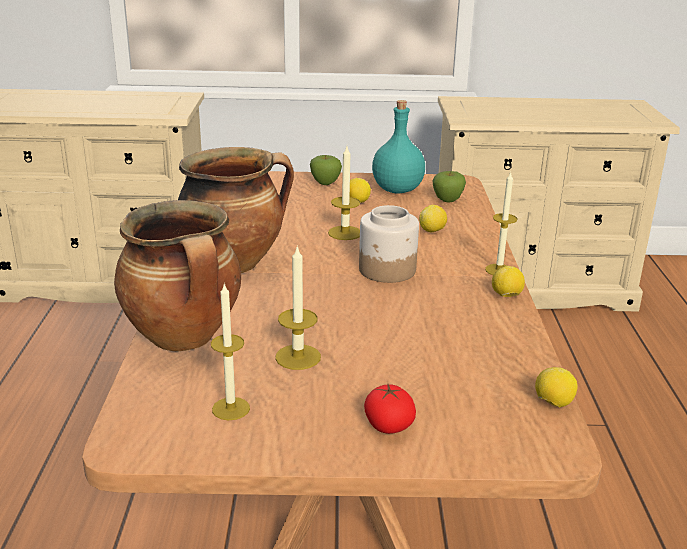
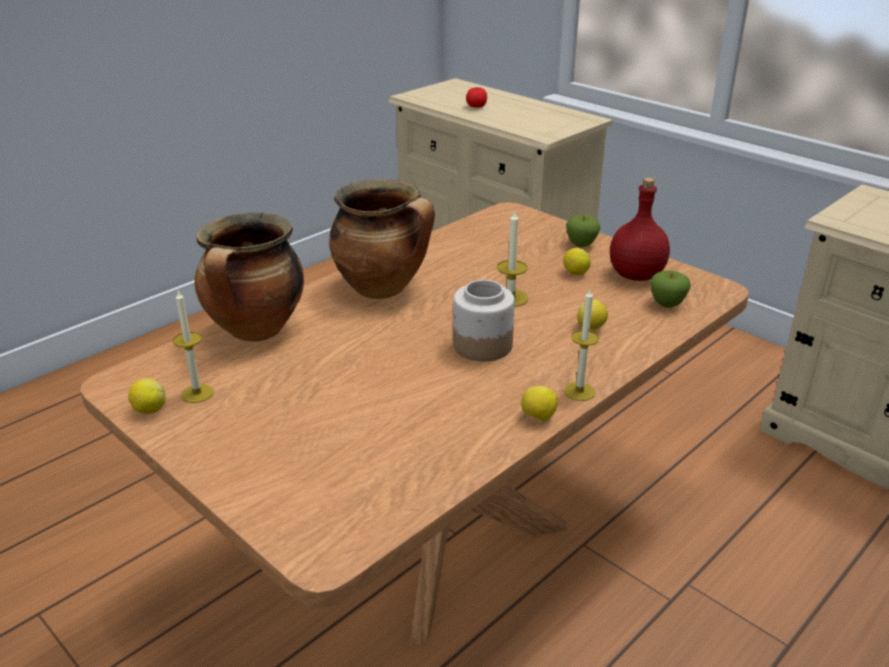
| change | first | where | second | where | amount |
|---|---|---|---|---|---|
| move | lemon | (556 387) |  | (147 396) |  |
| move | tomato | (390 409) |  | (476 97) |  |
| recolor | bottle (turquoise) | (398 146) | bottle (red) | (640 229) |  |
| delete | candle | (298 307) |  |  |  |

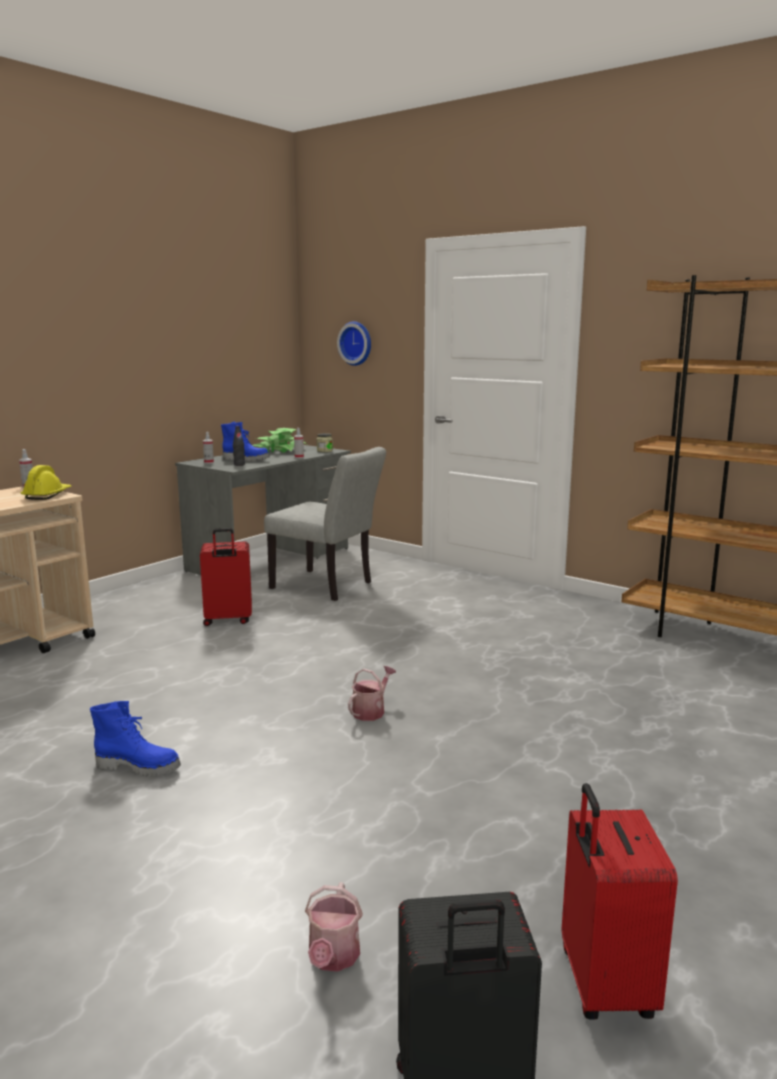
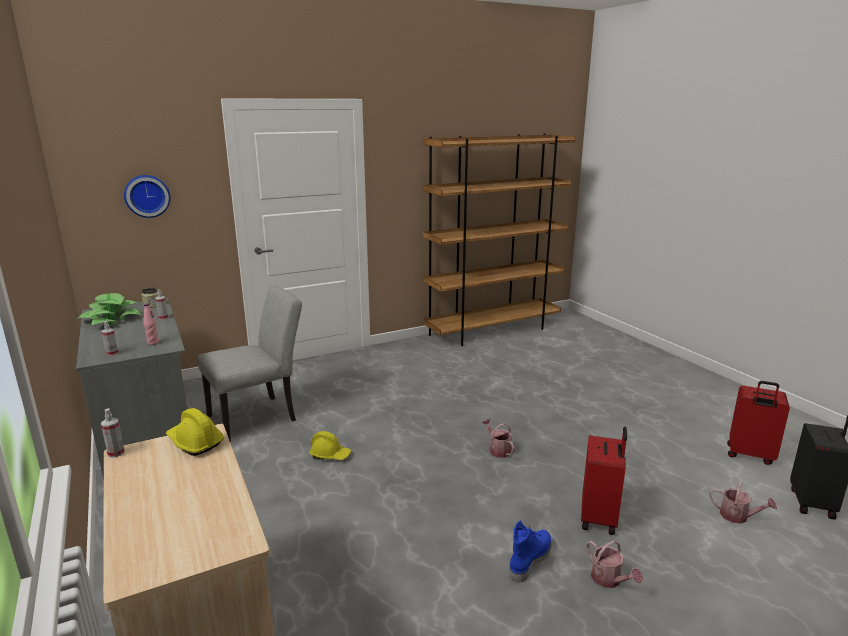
| change | first | where | second | where | amount |
|---|---|---|---|---|---|
| recolor | bottle (black) | (239 446) | bottle (pink) | (151 324) |  |
| insert |  |  | hard hat (yellow) | (330 445) |  |
| move | suitcase (red) | (226 577) |  | (604 481) |  |
| insert |  |  | watering can | (614 564) |  |
| delete | boot (blue) | (245 442) |  |  |  |

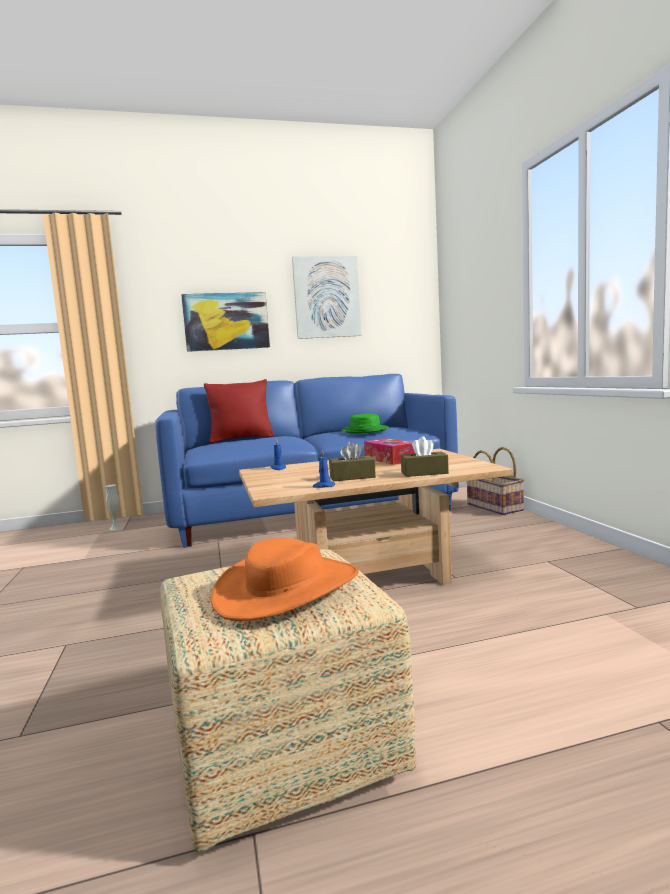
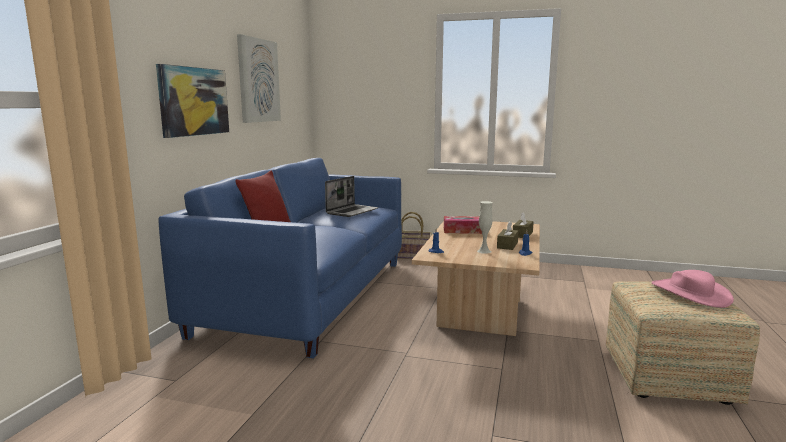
| change | first | where | second | where | amount |
|---|---|---|---|---|---|
| replace | hat (green) | (365 423) | laptop | (351 196) |  |
| move | vase (white) | (113 507) |  | (485 227) |  |
| recolor | hat (orange) | (285 579) | hat (pink) | (692 289) |  |

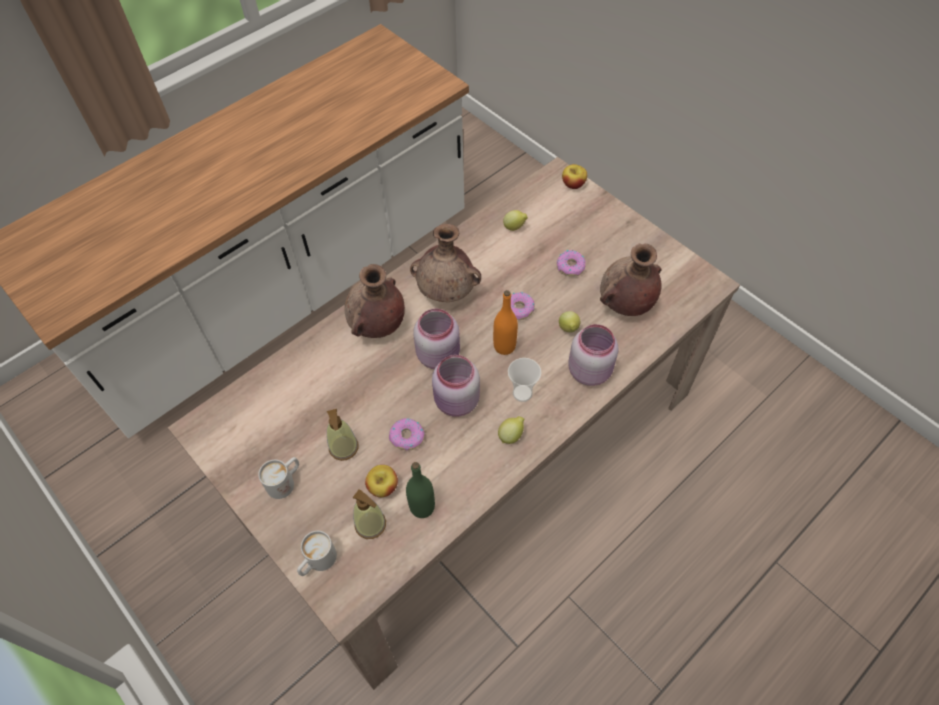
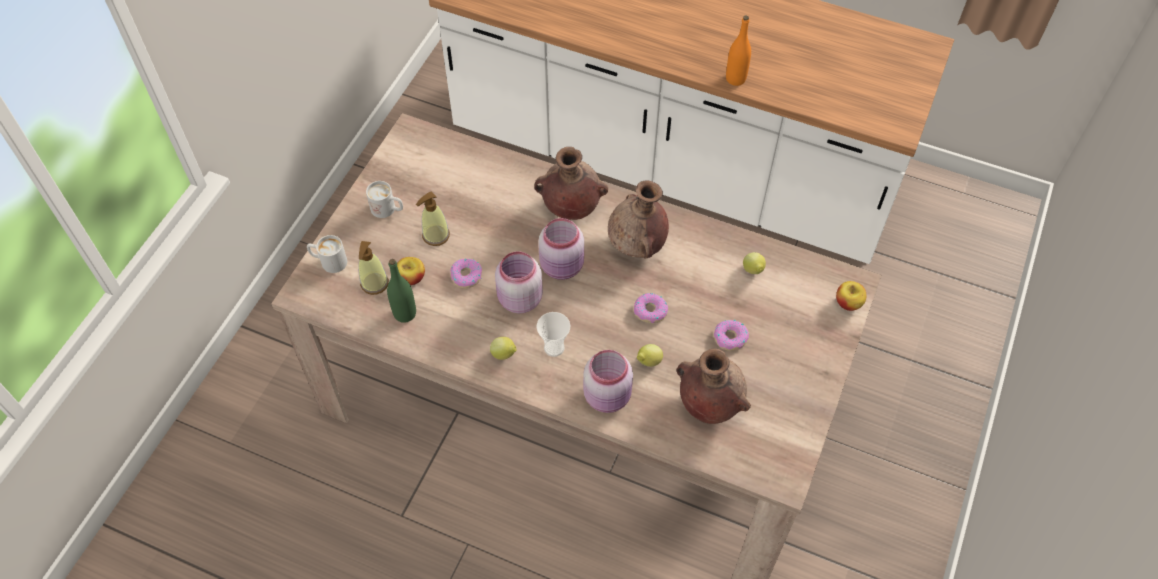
| change | first | where | second | where | amount |
|---|---|---|---|---|---|
| move | bottle (orange) | (505 322) |  | (738 50) |  |

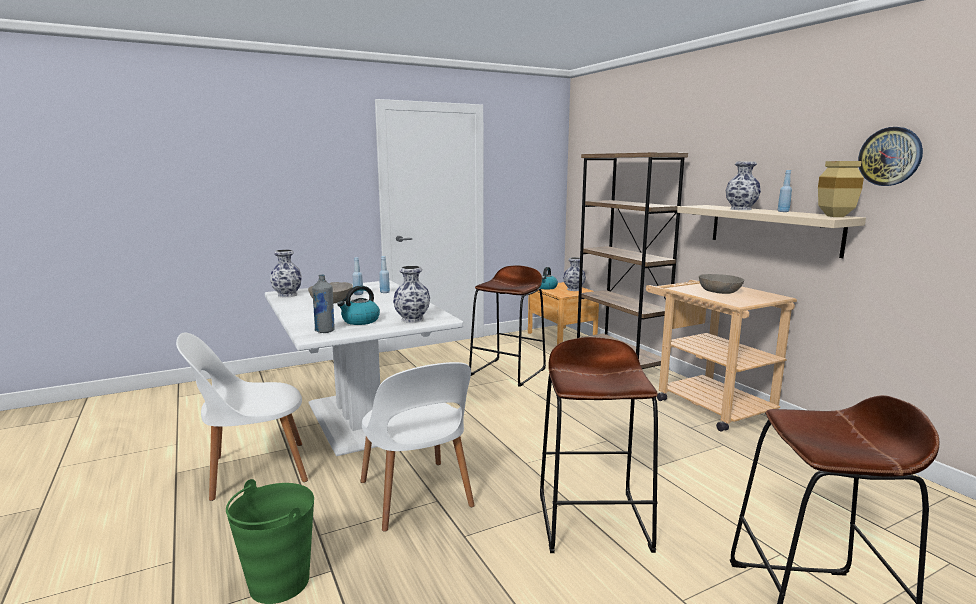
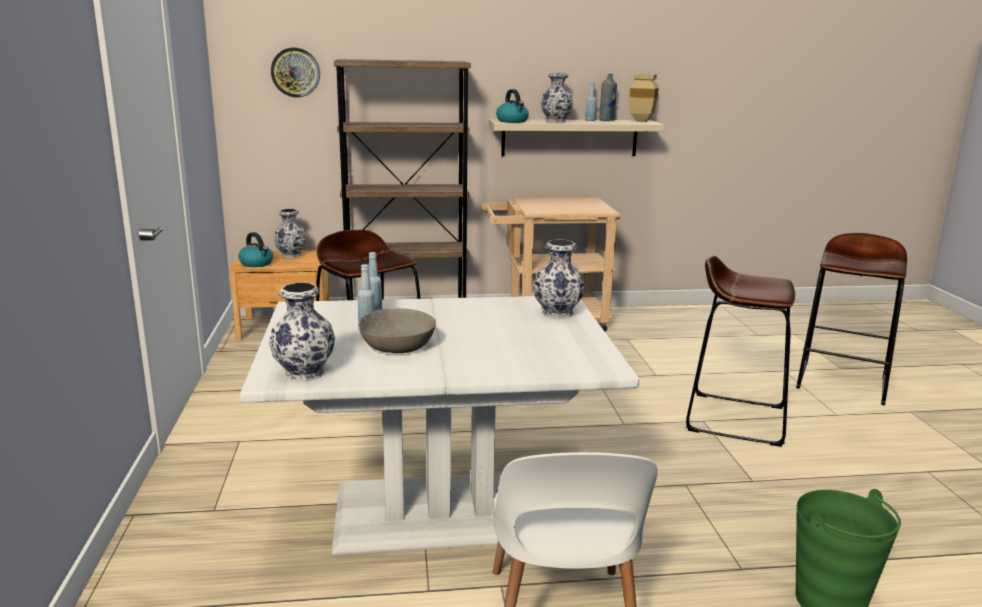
| change | first | where | second | where | amount |
|---|---|---|---|---|---|
| move | wall clock | (890 156) |  | (295 73) |  |
| move | kettle | (358 305) |  | (512 106) |  |
| move | bottle (grey) | (323 303) |  | (608 97) |  |
| delete | chair (white) | (418 447) |  |  |  |
| delete | bowl (grey) | (721 284) |  |  |  |

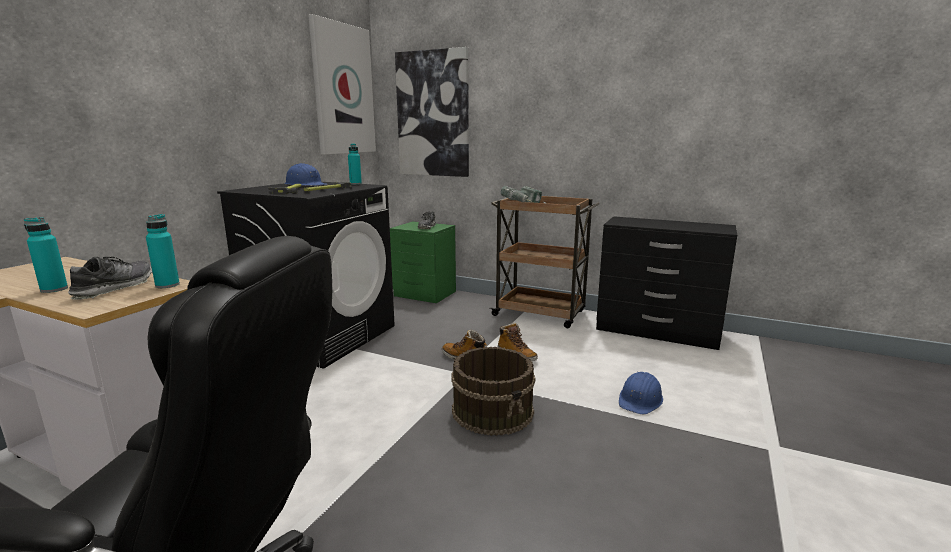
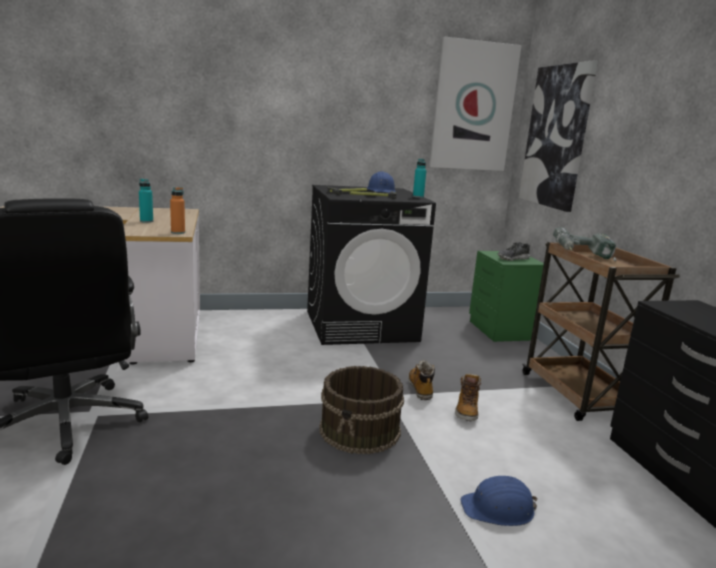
| change | first | where | second | where | amount |
|---|---|---|---|---|---|
| recolor | bottle (turquoise) | (163 251) | bottle (orange) | (177 210) |  |
| delete | shoe | (110 278) |  |  |  |

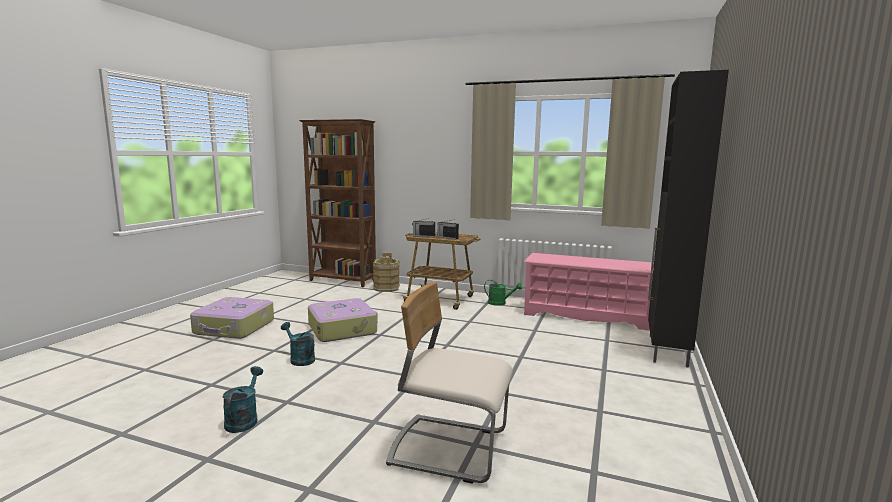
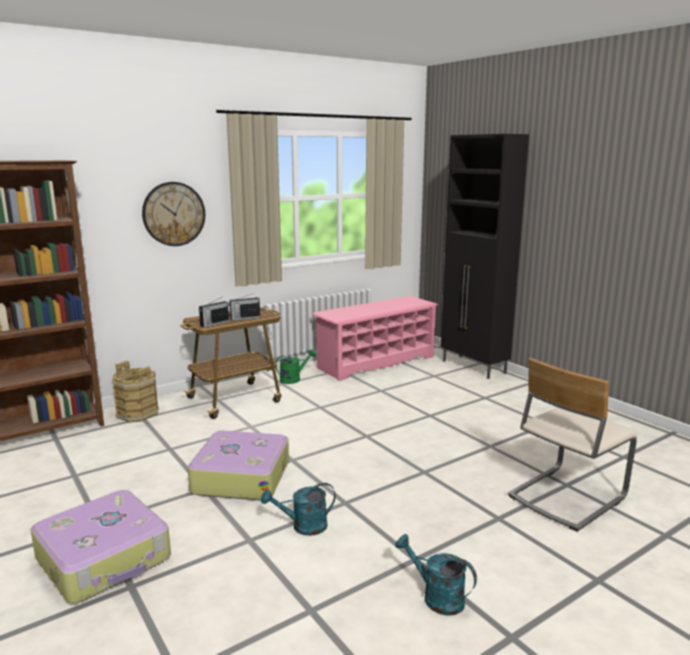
| change | first | where | second | where | amount |
|---|---|---|---|---|---|
| insert |  |  | wall clock | (173 214) |  |

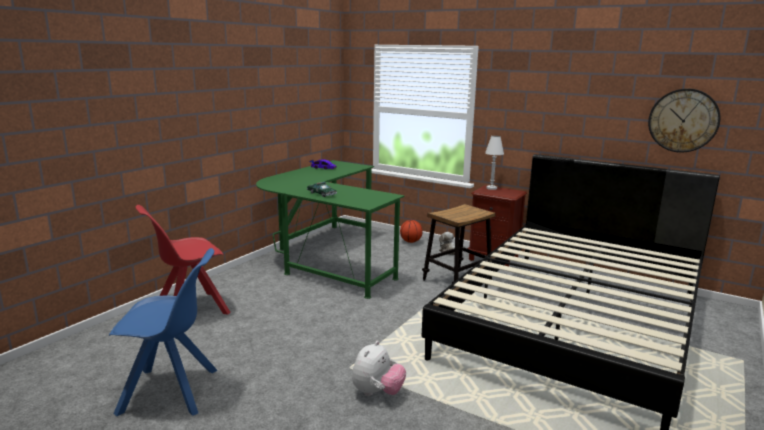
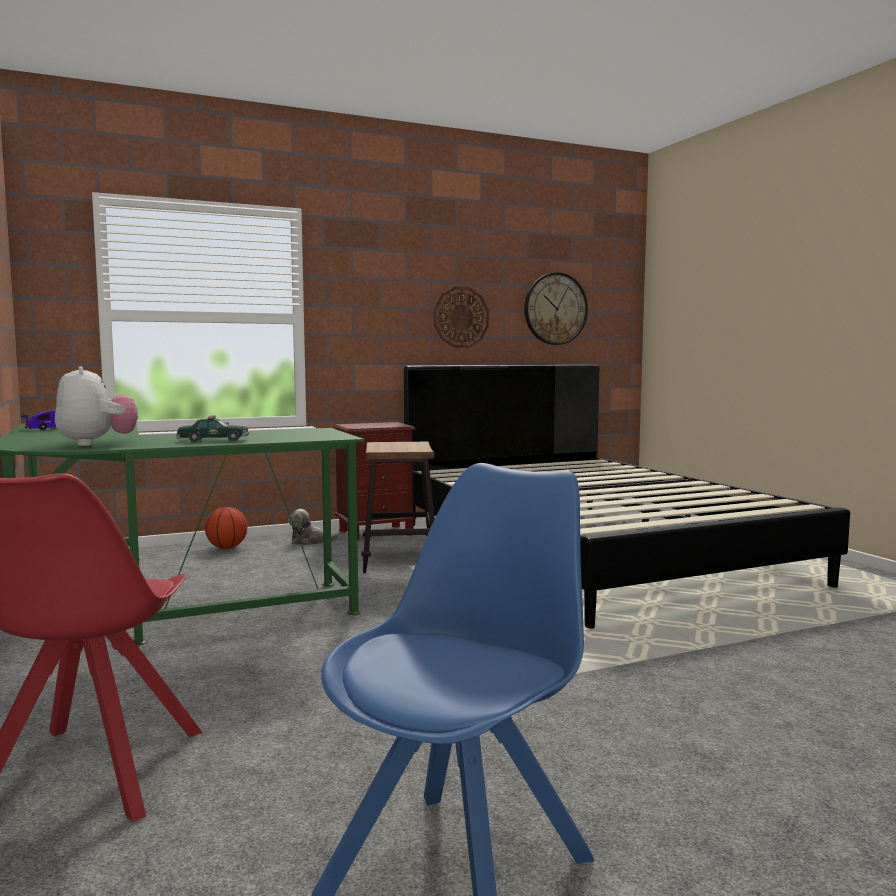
| change | first | where | second | where | amount |
|---|---|---|---|---|---|
| move | plush toy | (379 368) |  | (96 406) |  |
| insert |  |  | wall clock | (461 317) |  |
| delete | table lamp (white) | (494 163) |  |  |  |

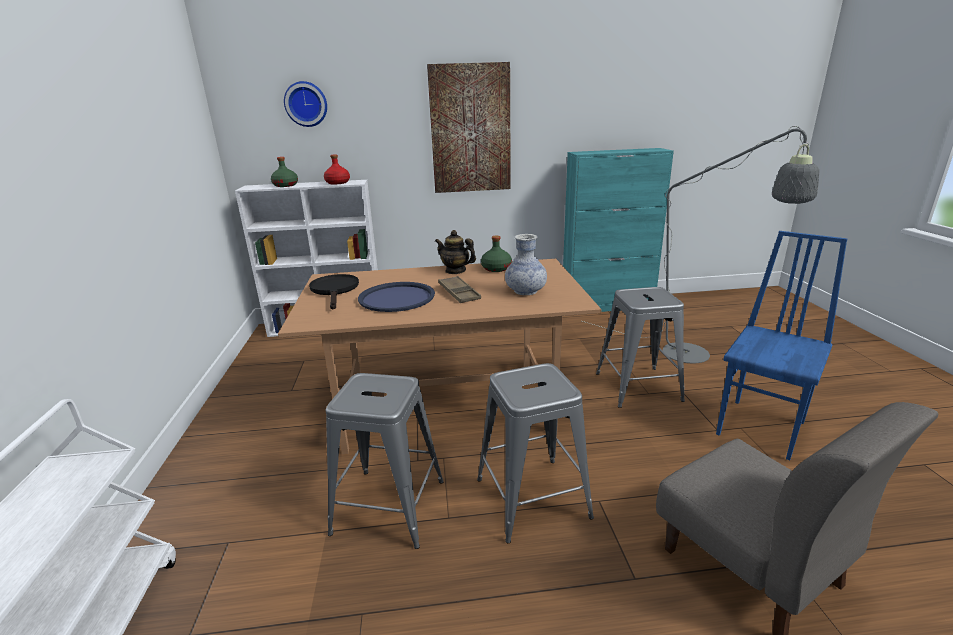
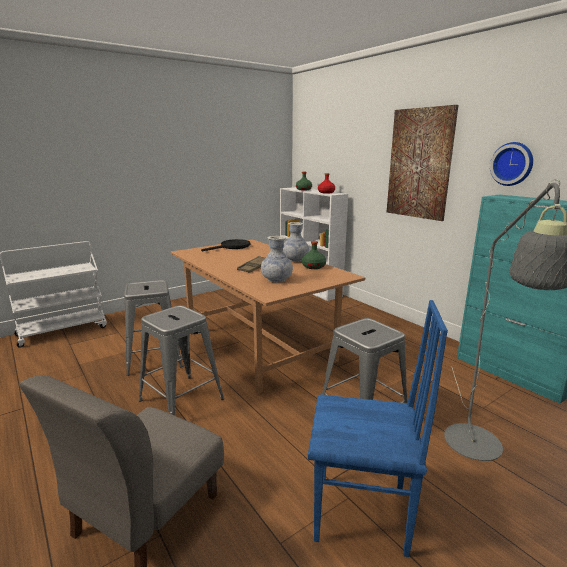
| change | first | where | second | where | amount |
|---|---|---|---|---|---|
| replace | teapot | (455 252) | vase | (296 242) |  |
| move | wall clock | (305 104) |  | (511 164) |  |
| delete | tray (blue) | (396 297) |  |  |  |

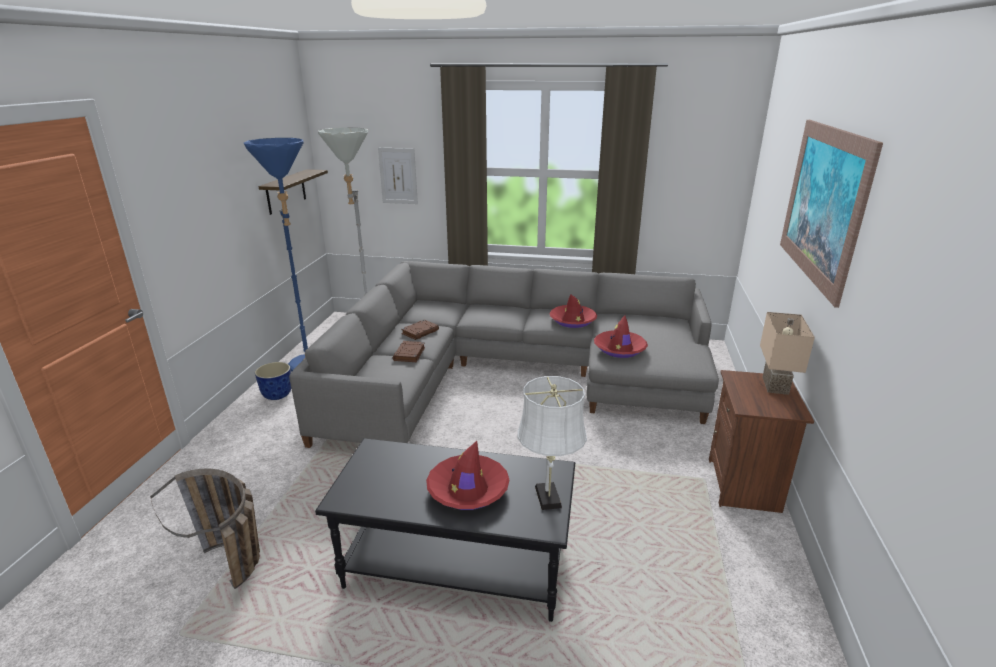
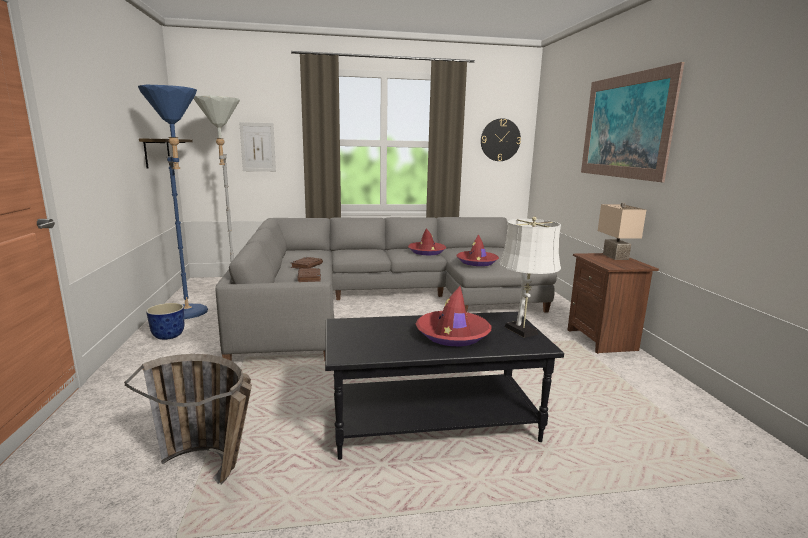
| change | first | where | second | where | amount |
|---|---|---|---|---|---|
| insert |  |  | wall clock | (501 139) |  |

